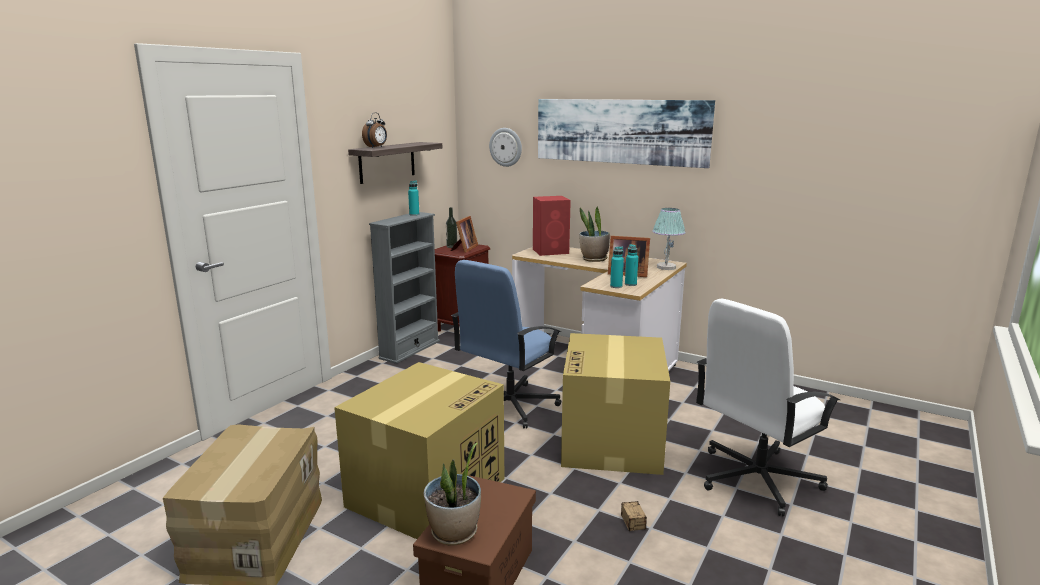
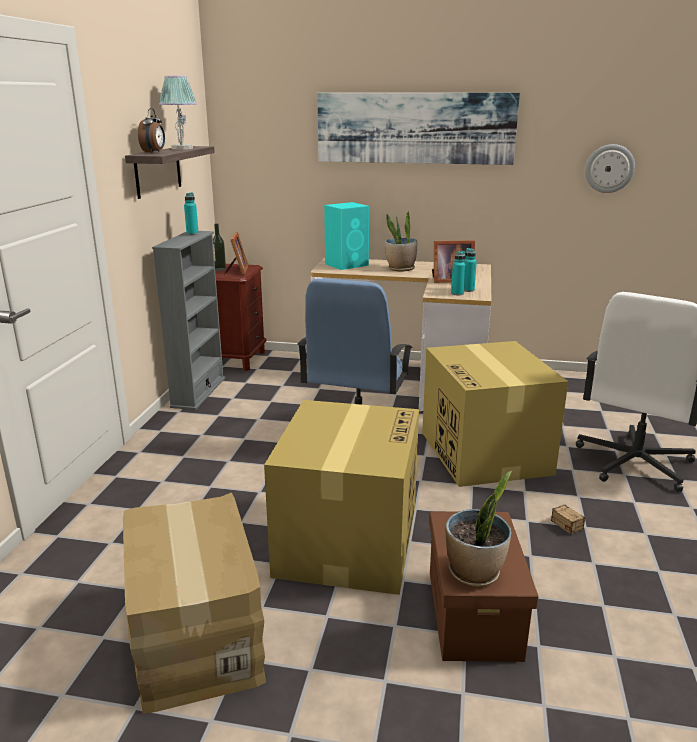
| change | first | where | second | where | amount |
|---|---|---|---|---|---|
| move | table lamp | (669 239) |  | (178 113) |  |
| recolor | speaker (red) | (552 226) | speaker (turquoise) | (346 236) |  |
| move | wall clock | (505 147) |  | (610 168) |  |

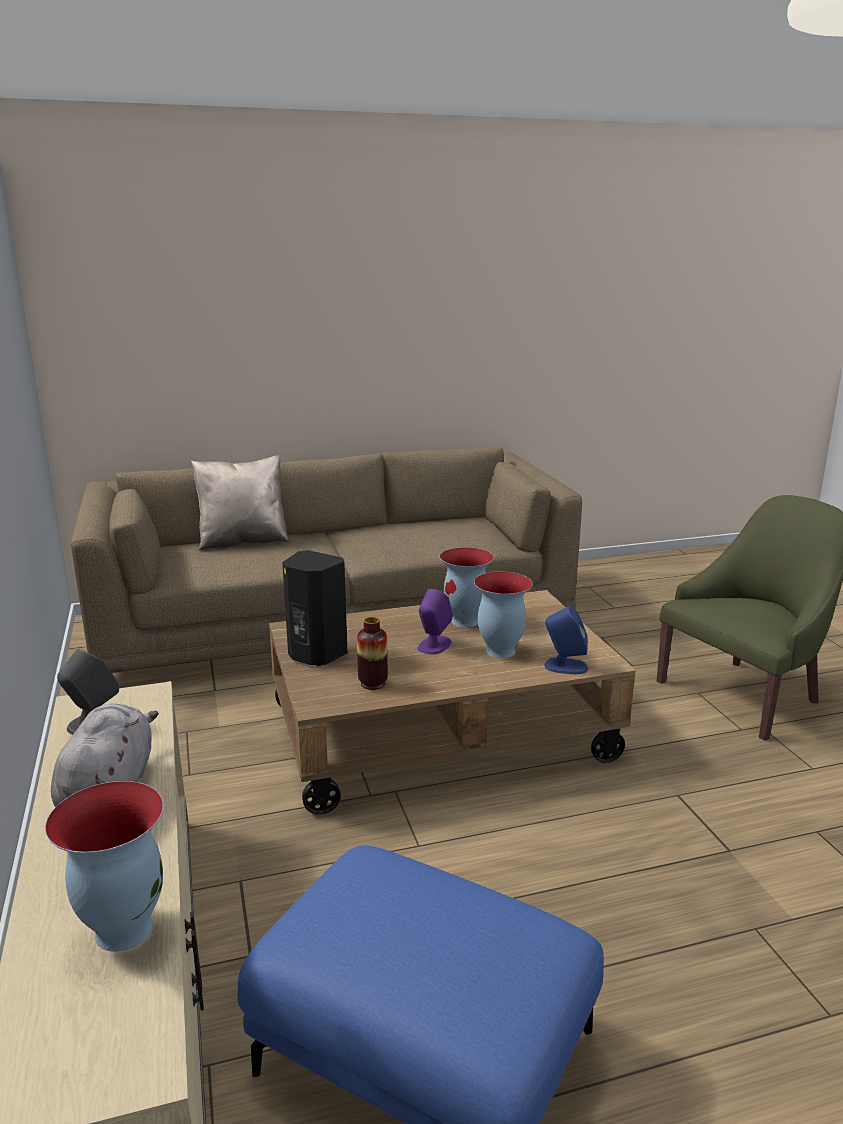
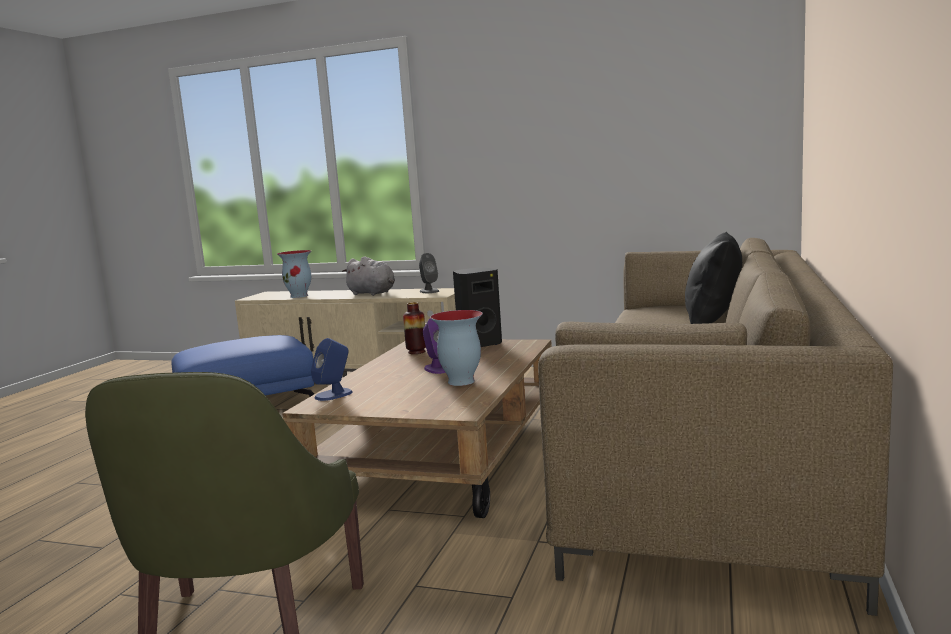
| change | first | where | second | where | amount |
|---|---|---|---|---|---|
| recolor | pillow (beige) | (240 502) | pillow (black) | (713 278) |  |
| delete | vase | (503 614) |  |  |  |

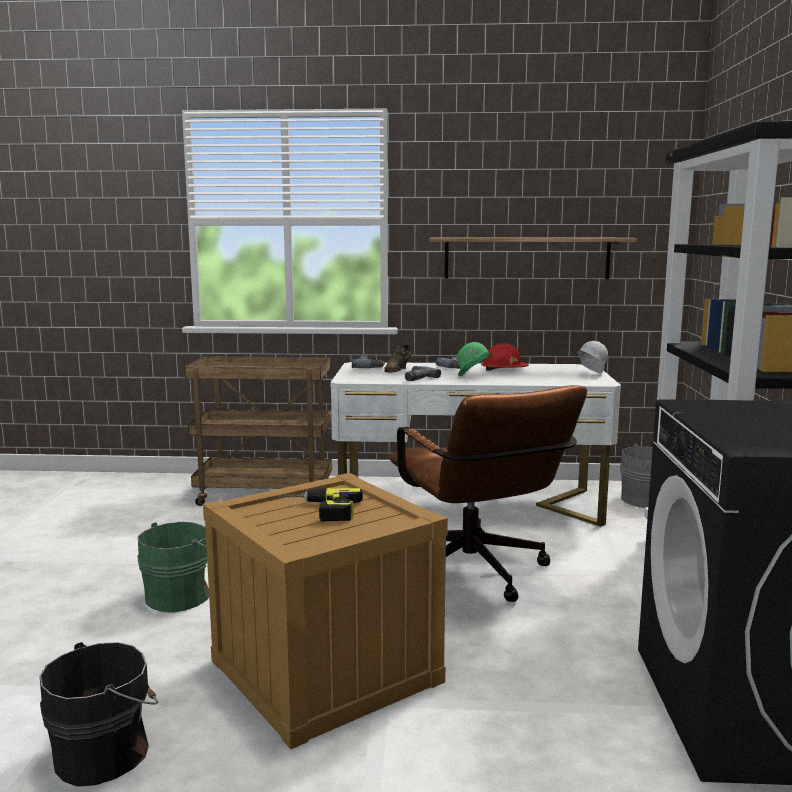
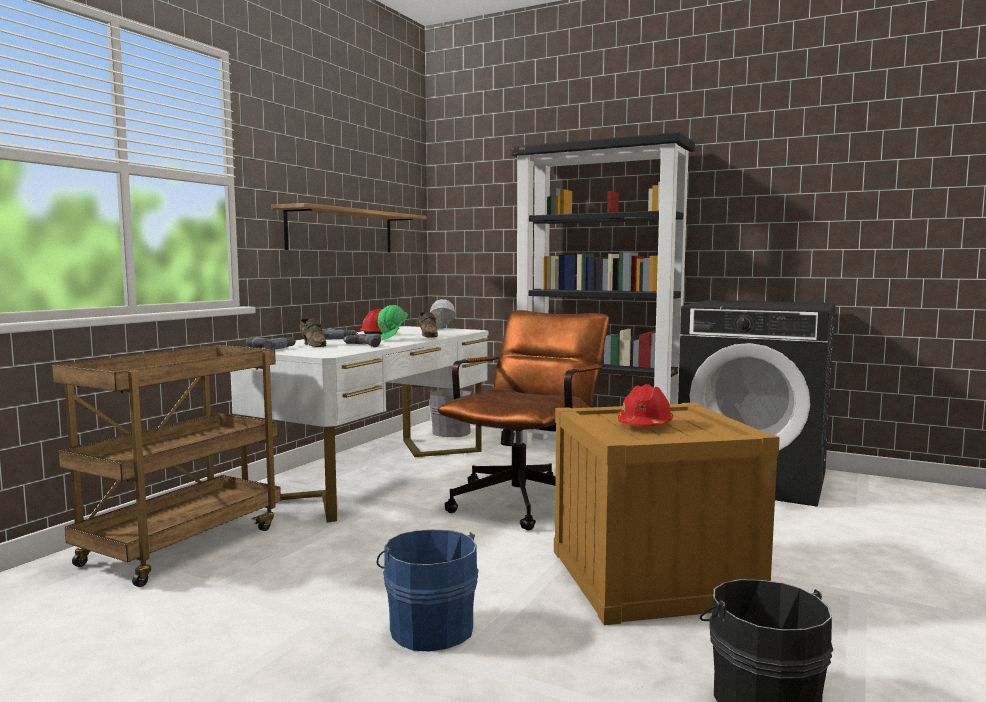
| change | first | where | second | where | amount |
|---|---|---|---|---|---|
| recolor | bucket (green) | (173 567) | bucket (blue) | (427 590) |  |
| insert |  |  | shoe (brown) | (428 325) |  |
| rotate | office chair (brown) | (488 493) |  | (523 420) | 60 degrees counterclockwise |
| replace | power drill | (320 504) | hard hat (red) | (646 405) |  |

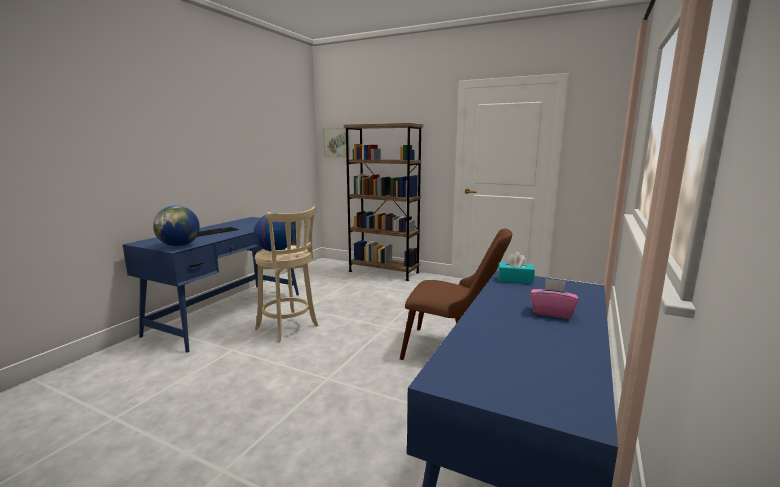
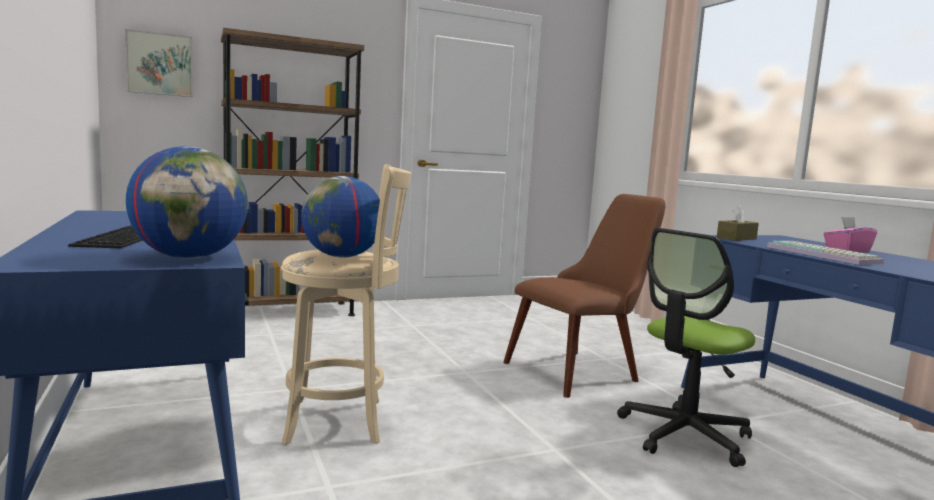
| change | first | where | second | where | amount |
|---|---|---|---|---|---|
| insert |  |  | office chair | (686 347) |  |
| recolor | tissue box (turquoise) | (516 268) | tissue box (brown) | (738 223) |  |
| insert |  |  | keyboard | (825 253) |  |

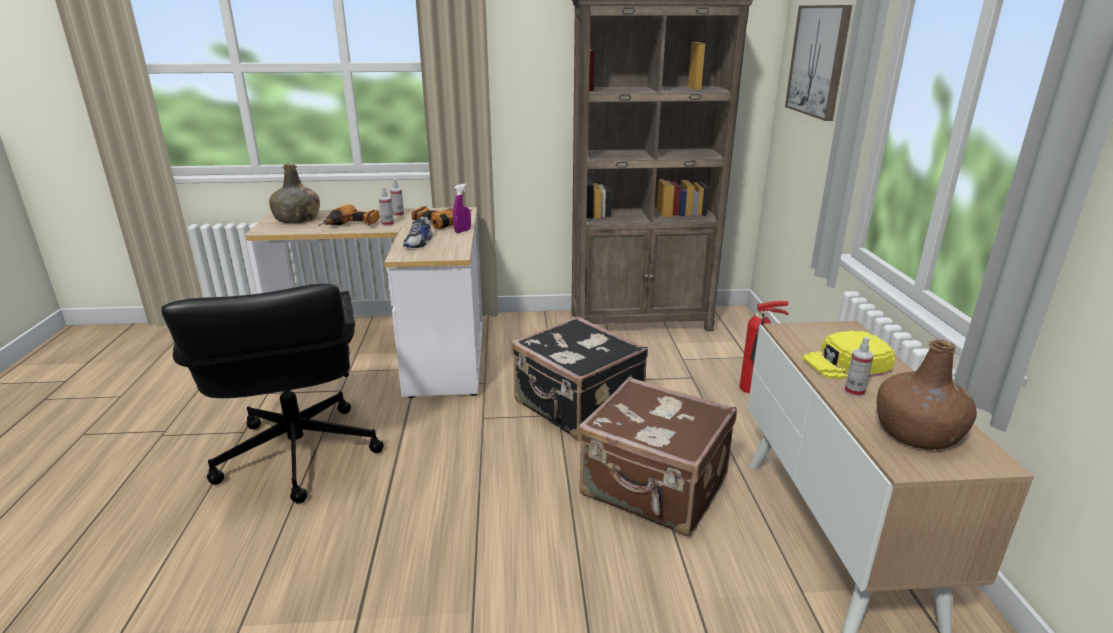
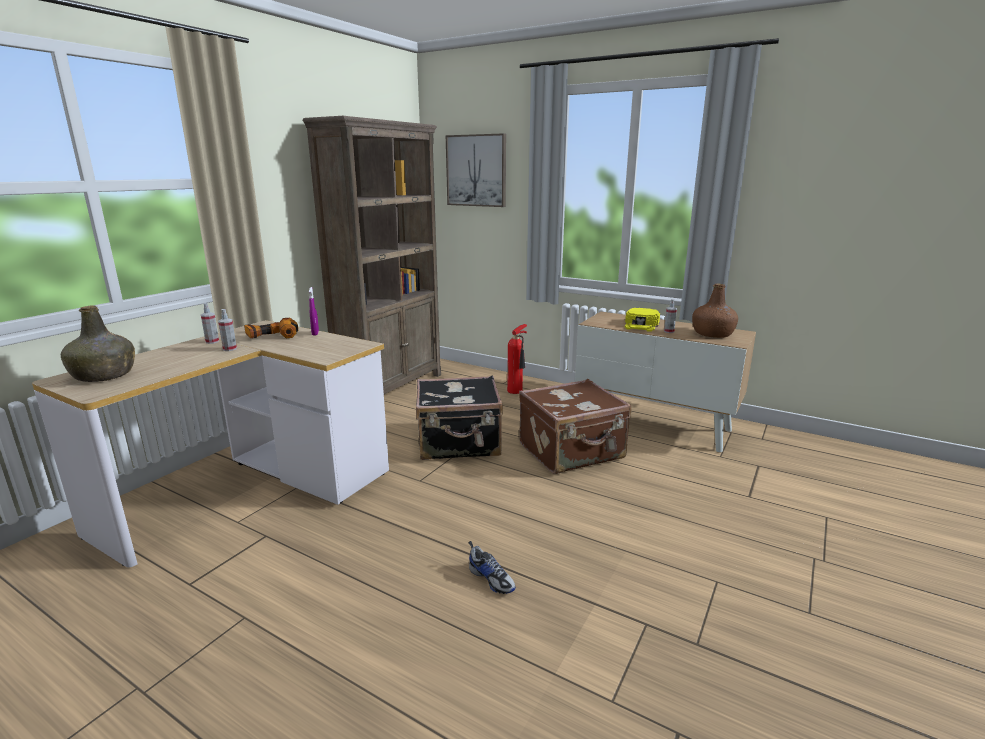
| change | first | where | second | where | amount |
|---|---|---|---|---|---|
| move | shoe | (418 230) |  | (492 567) |  |
| delete | office chair (black) | (272 393) |  |  |  |
| delete | power drill | (349 215) |  |  |  |

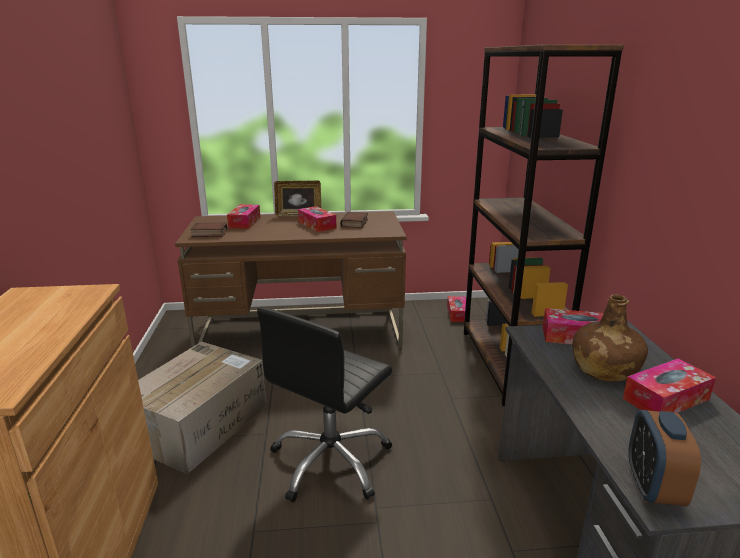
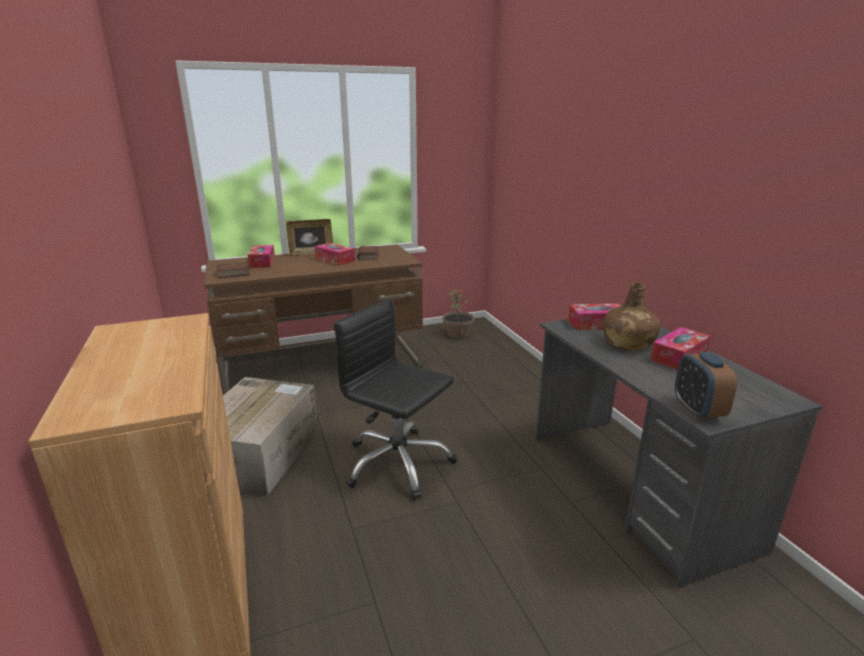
| change | first | where | second | where | amount |
|---|---|---|---|---|---|
| rotate | office chair (black) | (324 404) |  | (395 399) | 105 degrees clockwise |
| replace | tissue box | (456 309) | potted plant | (458 314) |  |
| delete | bookcase (brown) | (544 225) |  |  |  |

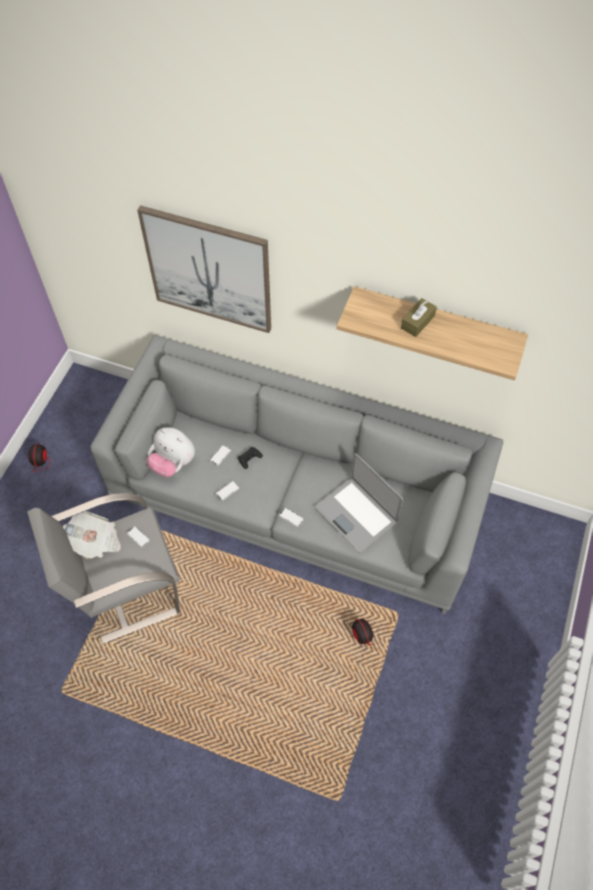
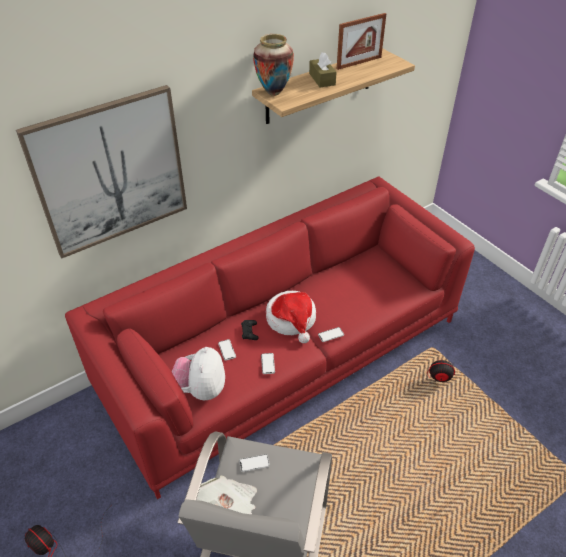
| change | first | where | second | where | amount |
|---|---|---|---|---|---|
| recolor | sofa (grey) | (297 474) | sofa (red) | (270 338) |  |
| rotate | plush toy | (170 452) |  | (198 373) | 120 degrees clockwise |
| insert |  |  | vase | (273 65) |  |
| insert |  |  | hat | (291 317) |  |
| insert |  |  | picture frame | (361 41) |  |
| delete | laptop | (359 503) |  |  |  |

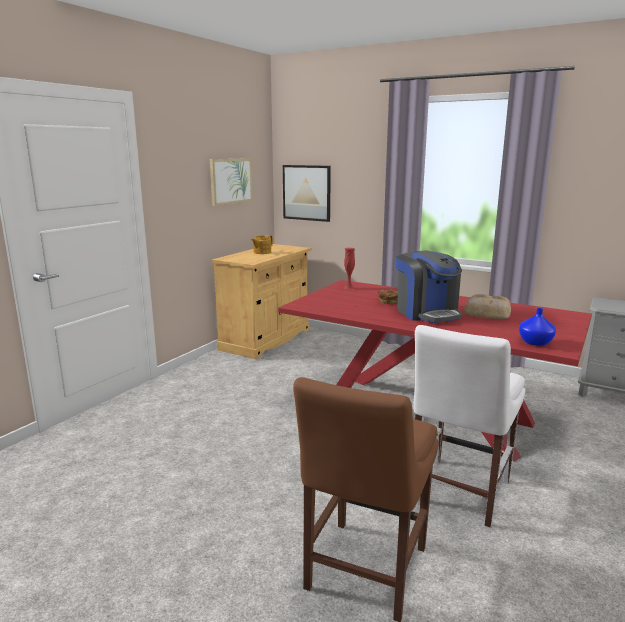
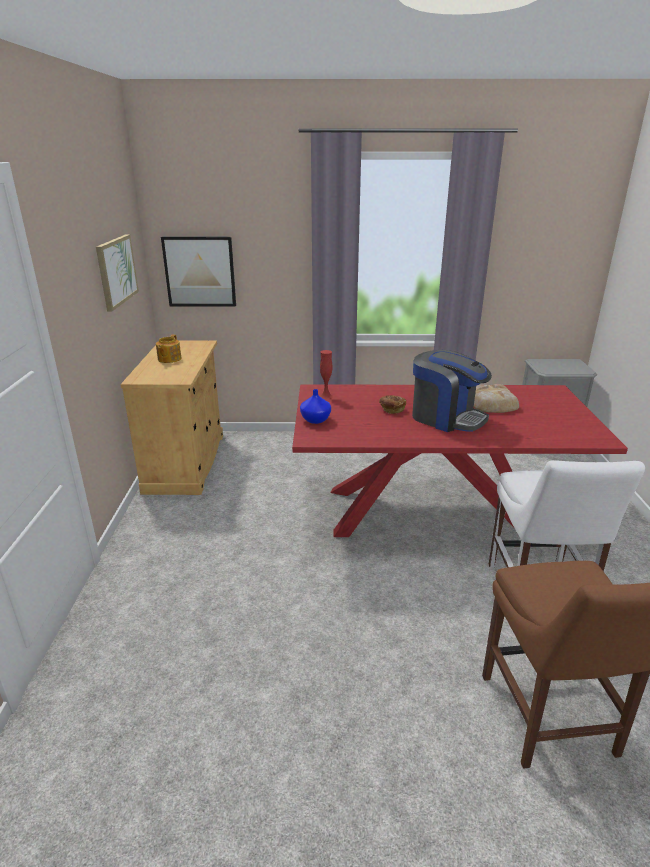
| change | first | where | second | where | amount |
|---|---|---|---|---|---|
| move | vase (blue) | (537 327) |  | (315 406) |  |

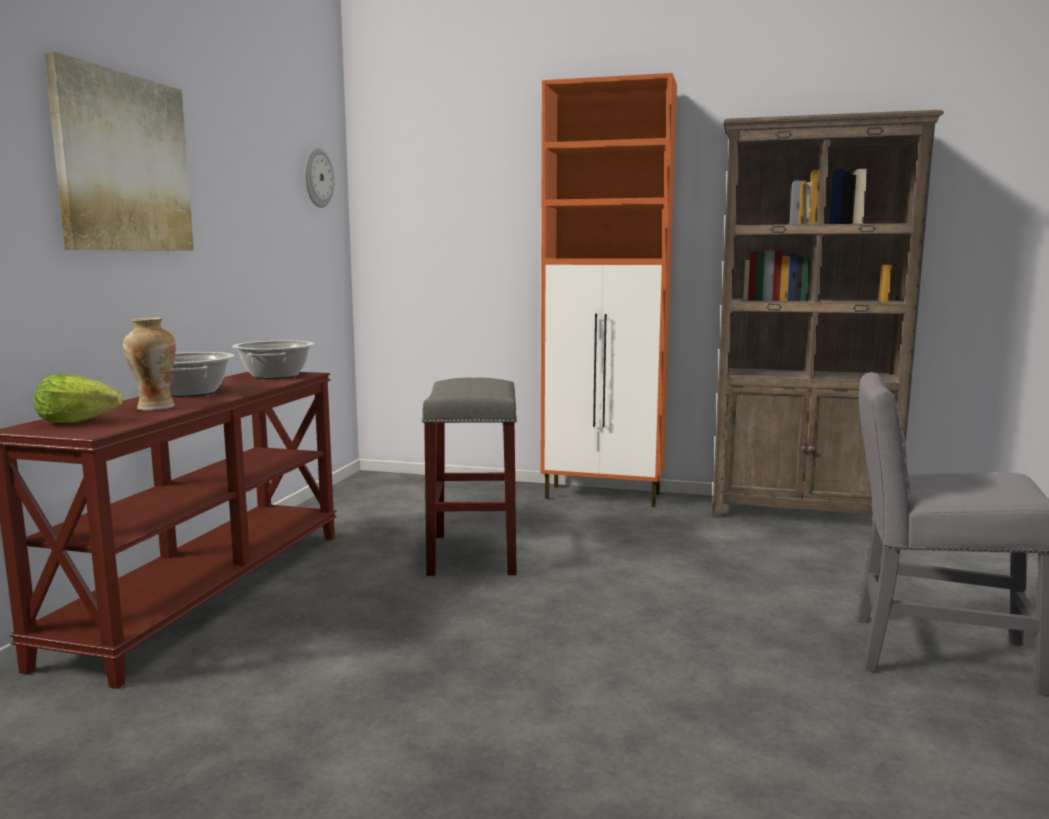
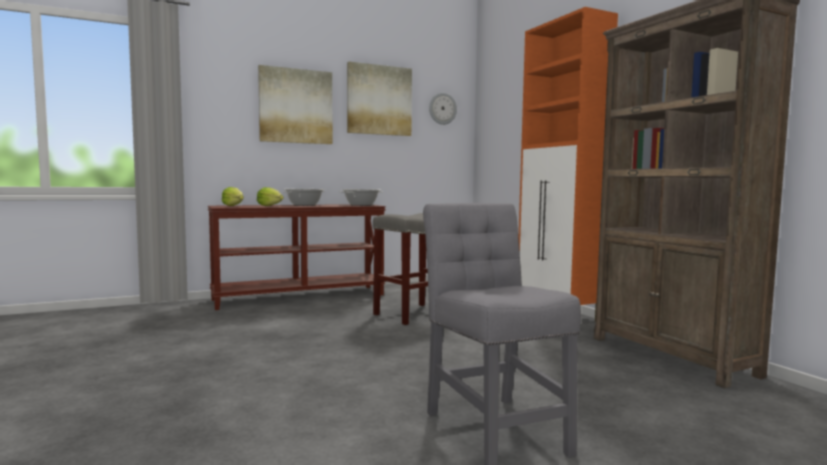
| change | first | where | second | where | amount |
|---|---|---|---|---|---|
| replace | vase | (149 364) | lettuce | (270 196) |  |
| insert |  |  | picture | (379 98) |  |

